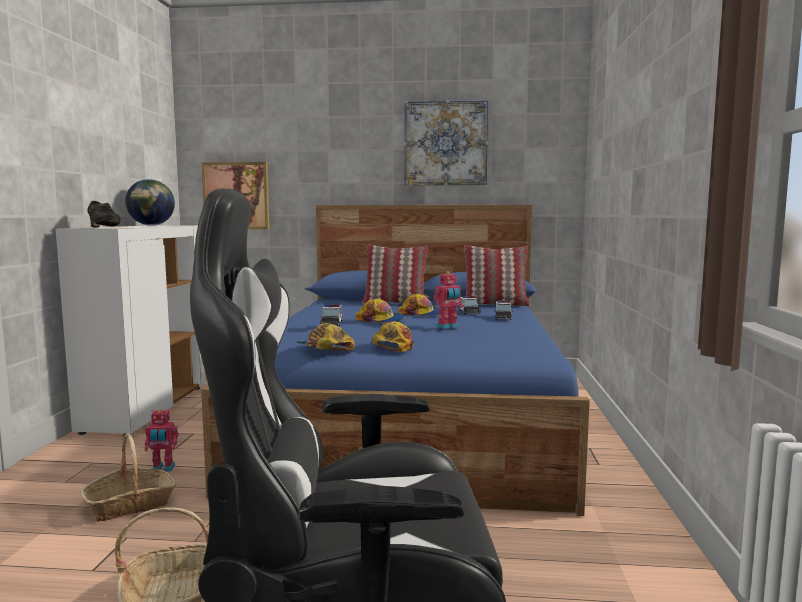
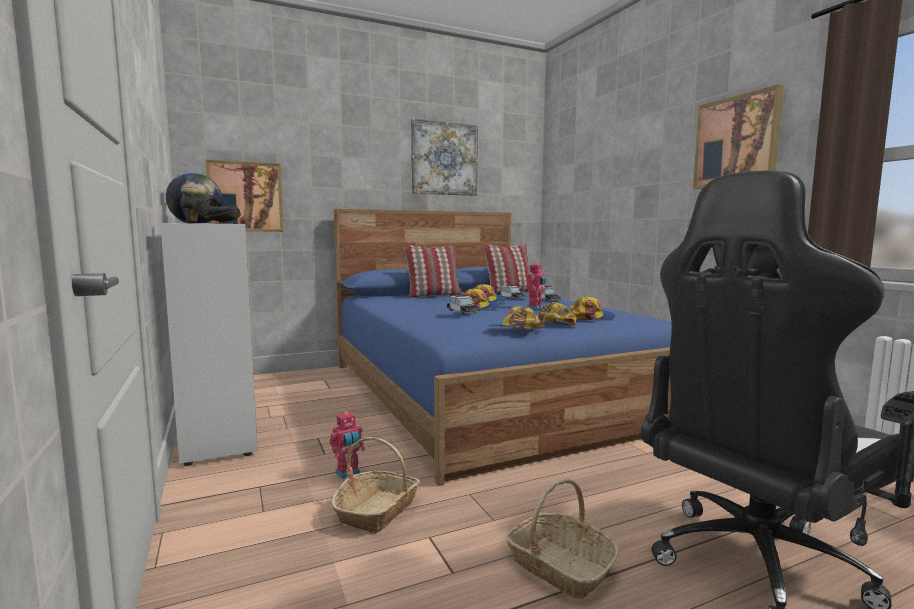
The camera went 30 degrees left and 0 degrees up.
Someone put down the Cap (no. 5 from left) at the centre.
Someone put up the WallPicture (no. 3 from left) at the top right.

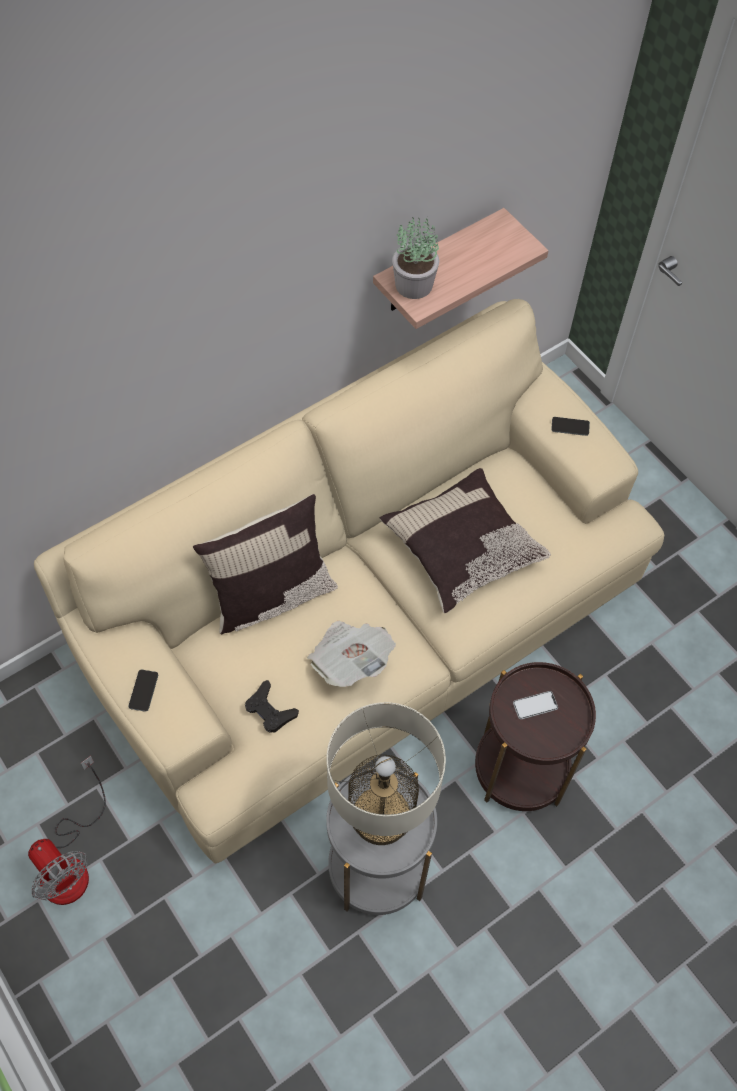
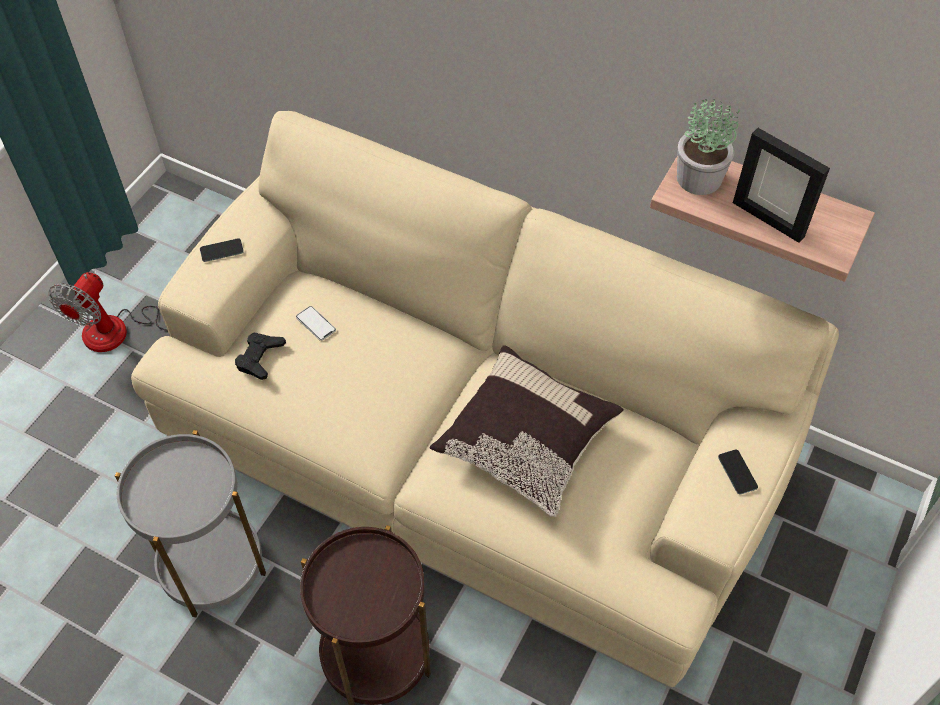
The camera went 65 degrees right and 5 degrees down.
Someone carried the Handset (no. 2 from left) from the middle right to the centre.
Someone put down the PhotoFrame at the top right.
Someone took away the ThrowPillow (no. 1 from left) at the centre.
Someone took away the Newspaper at the centre.
Someone took away the TabletopLamp at the bottom centre.

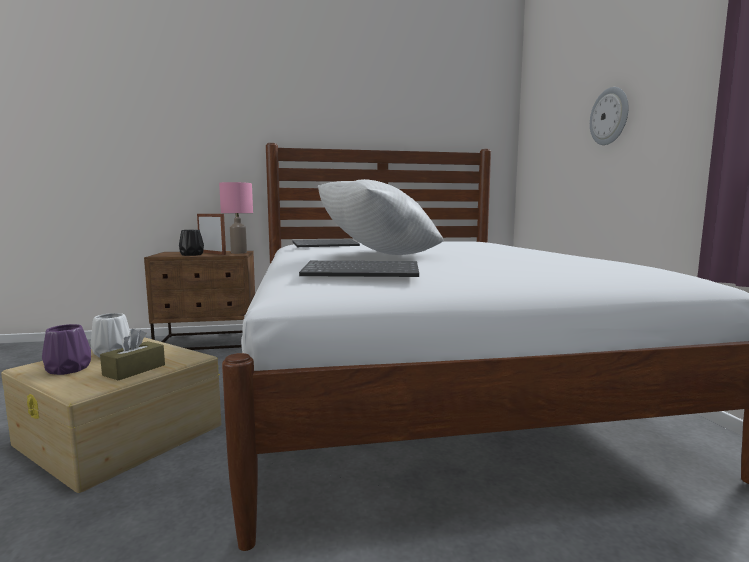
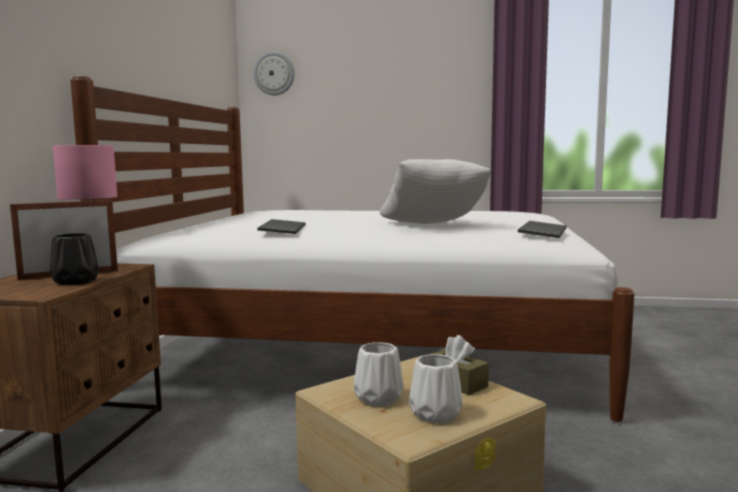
The camera went 70 degrees left and 0 degrees up.
Someone carried the WallClock from the top right to the top centre.
Someone repainted the PurpleVase at the middle left, which became the WhitishVase (no. 2 from left) at the bottom centre.

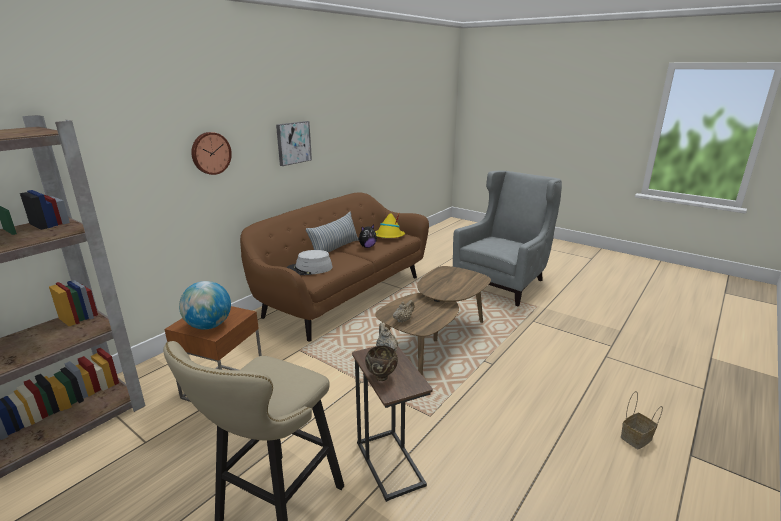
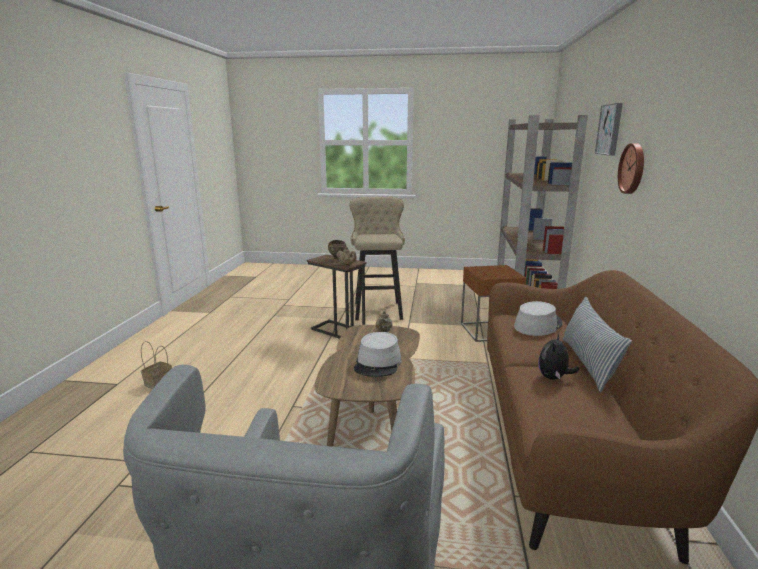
The camera went 150 degrees right and 5 degrees down.
Someone put down the GreyishClothingHat (no. 1 from left) at the centre.
Someone carried the WallPicture from the top centre to the top right.
Someone took away the Globe at the middle left.
Someone took away the YellowClothingHat at the centre.

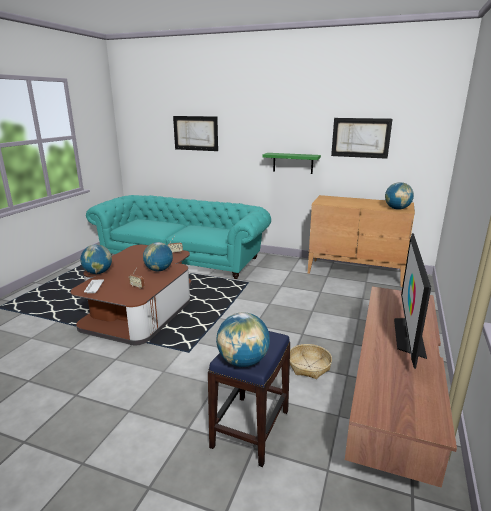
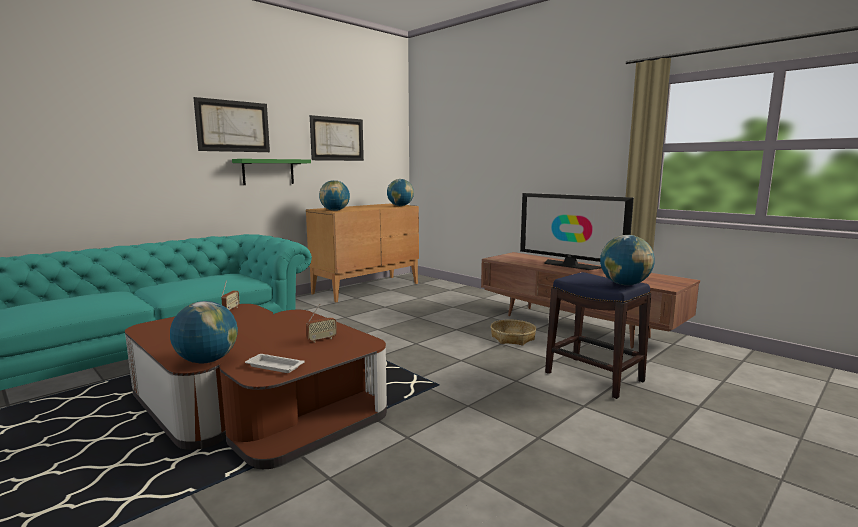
The camera went 65 degrees left and 10 degrees down.
Someone carried the WallPicture (no. 1 from left) from the top centre to the top left.
Someone carried the Globe (no. 2 from left) from the middle left to the centre.

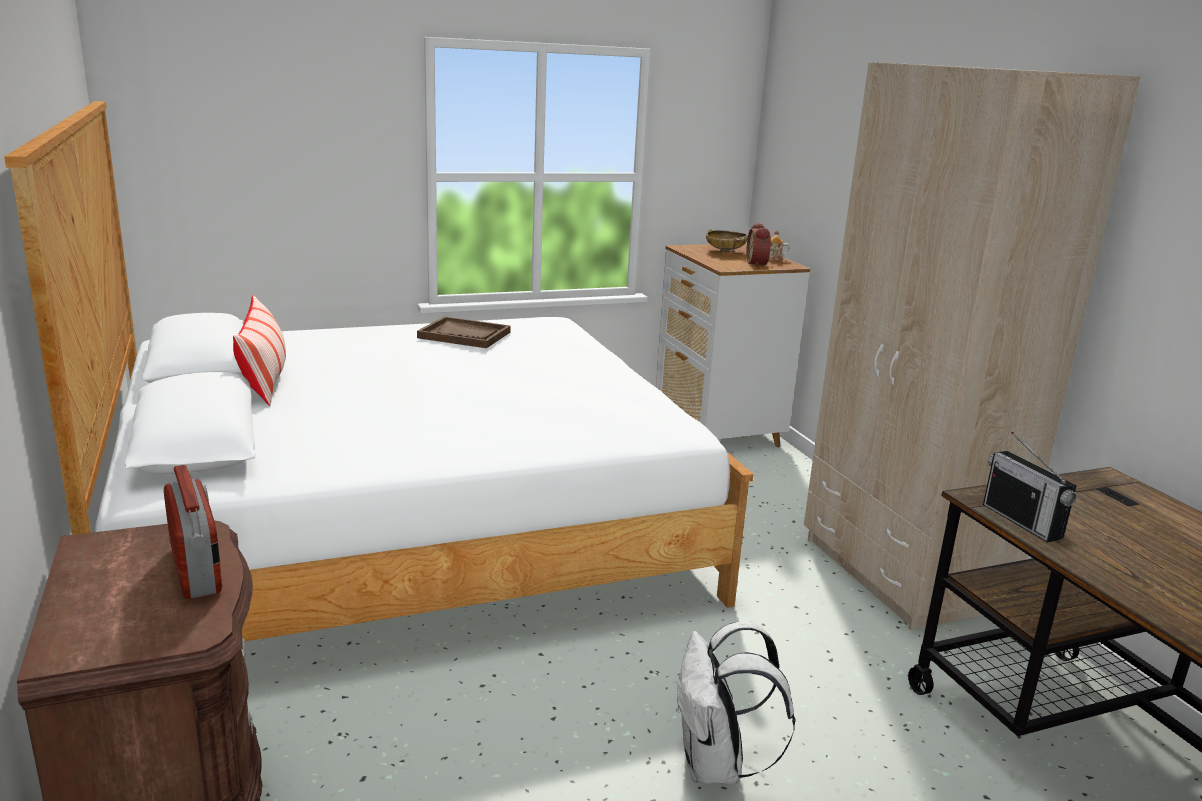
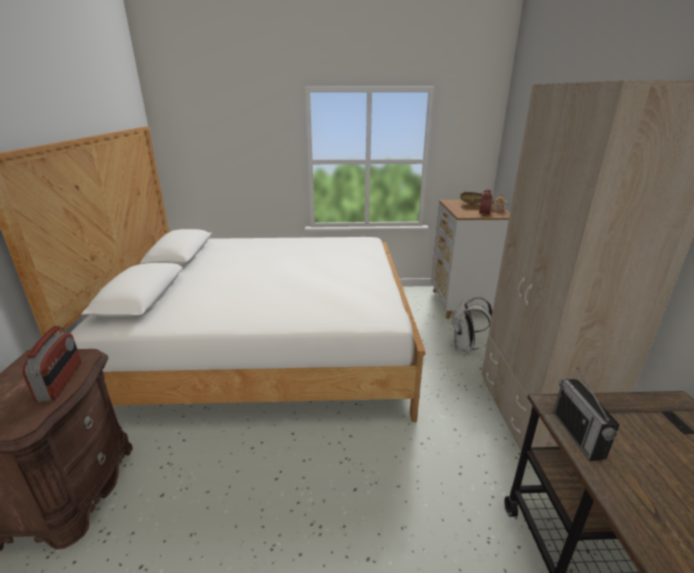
The camera went 20 degrees right and 5 degrees up.
Someone carried the WhitishKnapsack from the bottom centre to the middle right.
Someone took away the ThrowPillow at the middle left.
Someone took away the BrownServingTray at the centre.

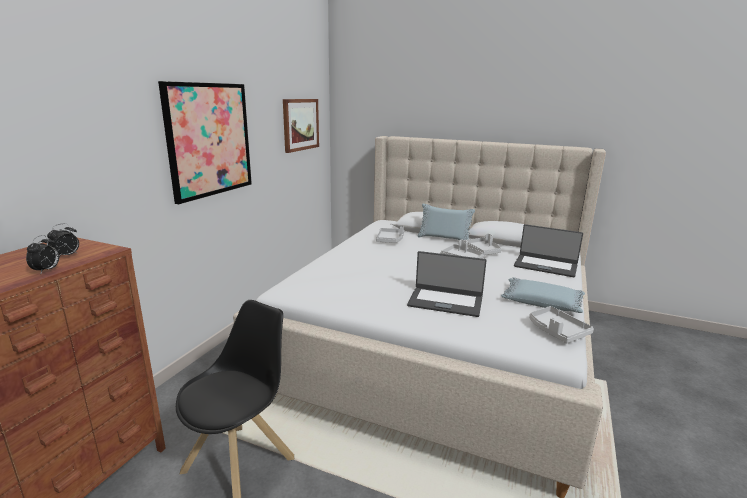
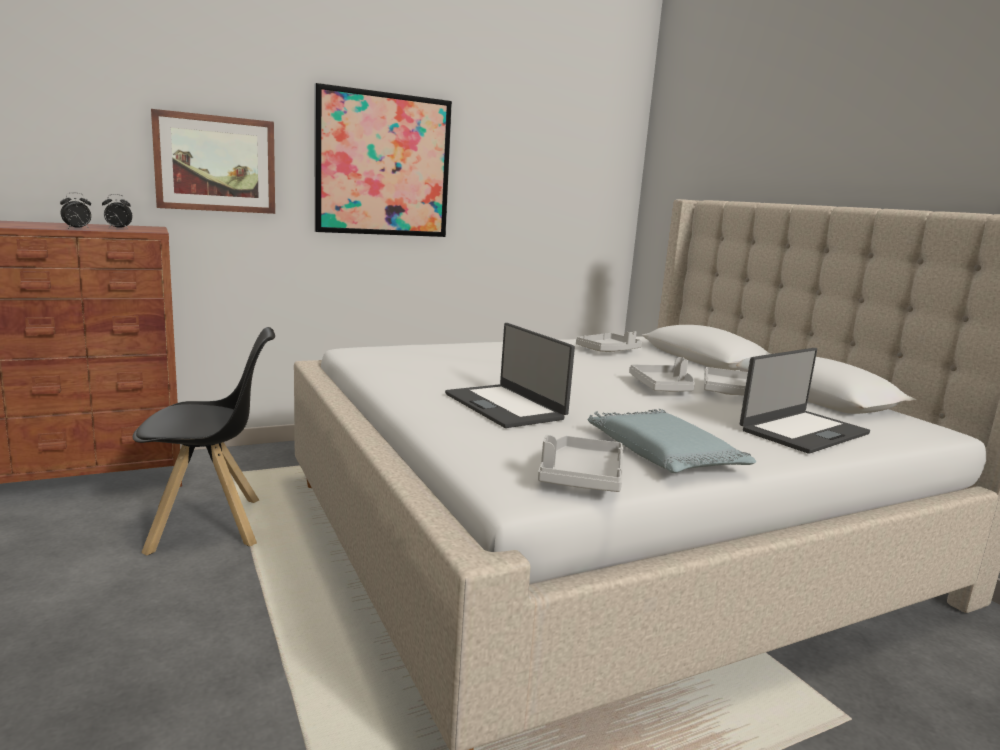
The camera went 40 degrees right and 5 degrees down.
Someone carried the WallPicture (no. 2 from left in the first image) from the top centre to the top left.
Someone rotated the Laptop (no. 2 from left) at the middle right by 105 degrees counterclockwise.
Someone took away the BlueColouredThrowPillow (no. 1 from left) at the centre.

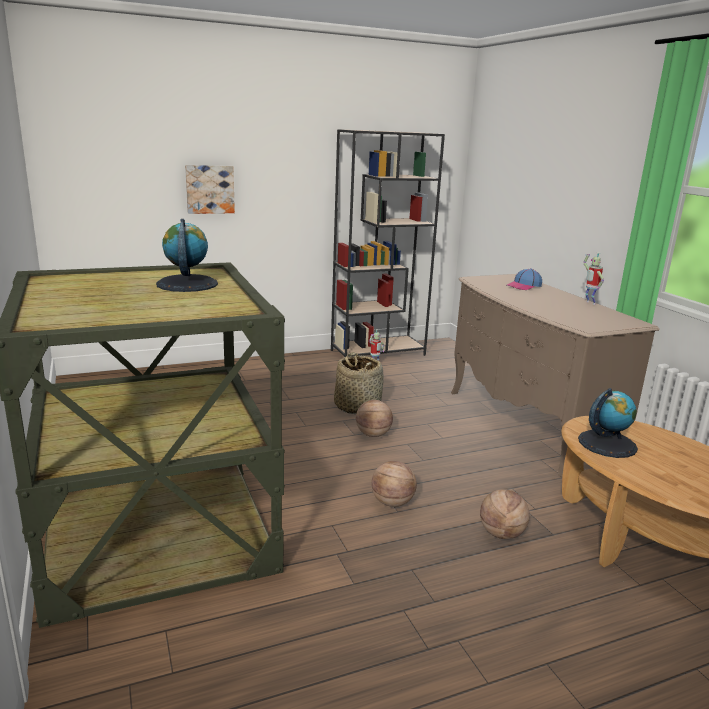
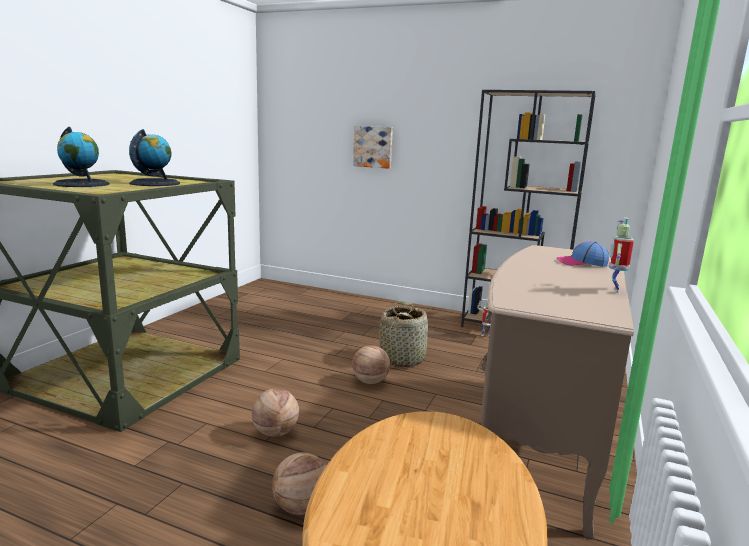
The camera went 45 degrees right and 5 degrees down.
Someone carried the Globe (no. 2 from left in the first image) from the middle right to the top left.

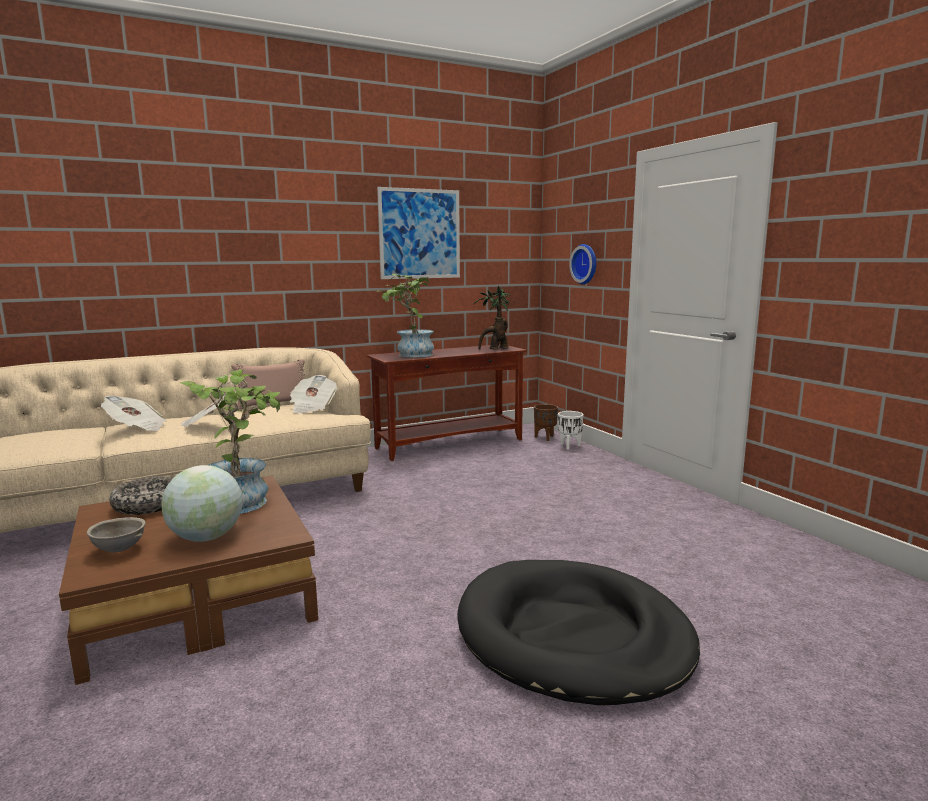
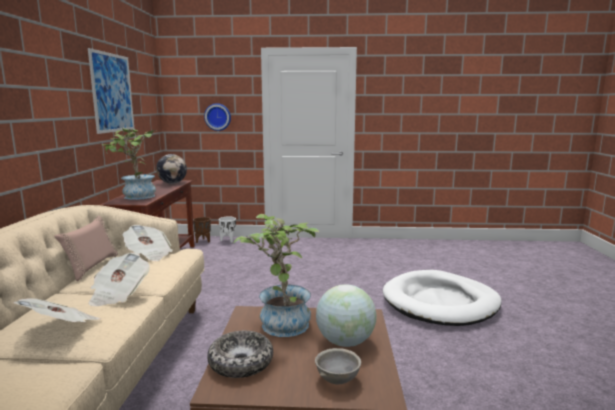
The camera went 60 degrees left and 0 degrees up.
Someone swapped the PottedPlant (no. 3 from left) at the centre for the Globe (no. 1 from left) at the middle left.
Someone repainted the BlackishDogBed at the bottom centre, which became the WhitishDogBed at the bottom right.

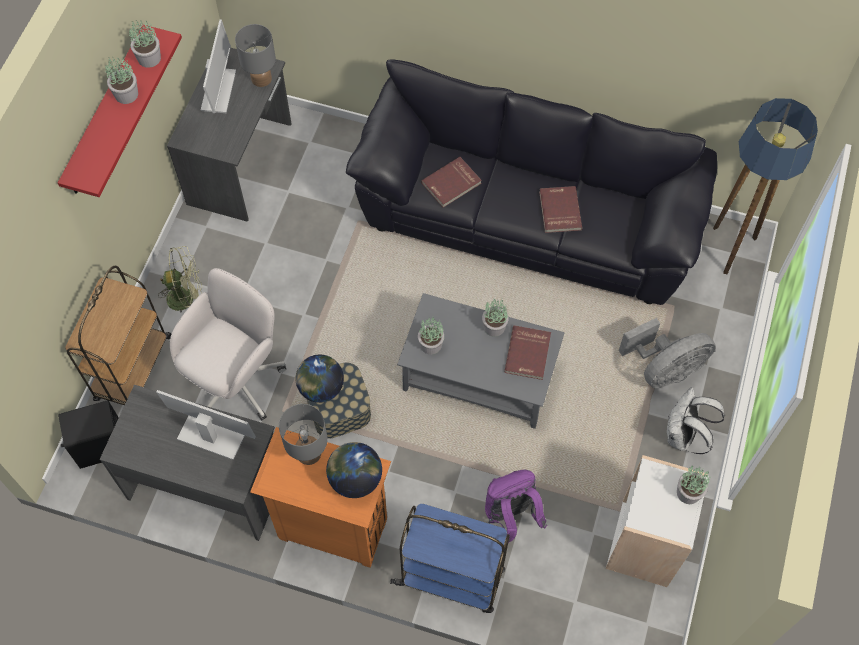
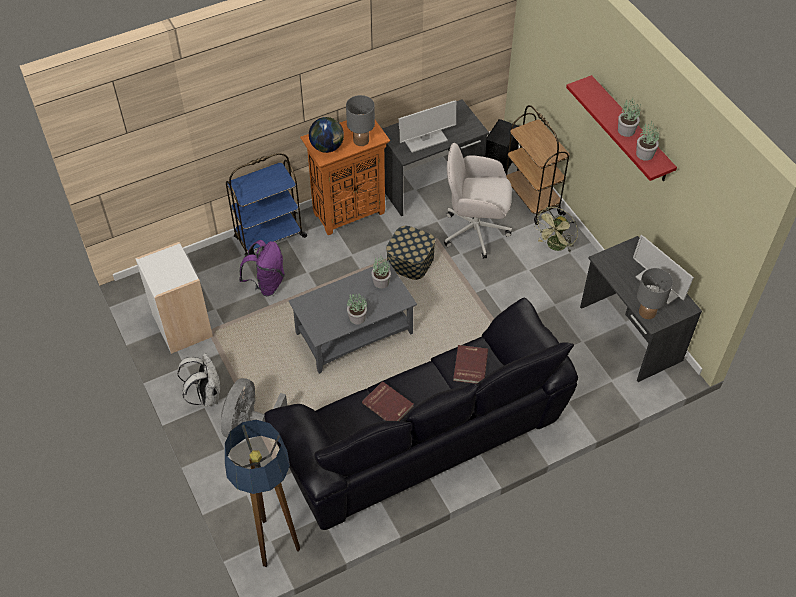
The camera went 135 degrees right and 10 degrees down.
Someone rotated the WhitishDeskChair at the middle left by 105 degrees clockwise.
Someone took away the Globe (no. 1 from left) at the centre.
Someone took away the ReddishBoundBook (no. 2 from left) at the centre.
Someone took away the PottedPlant (no. 5 from left) at the bottom right.

